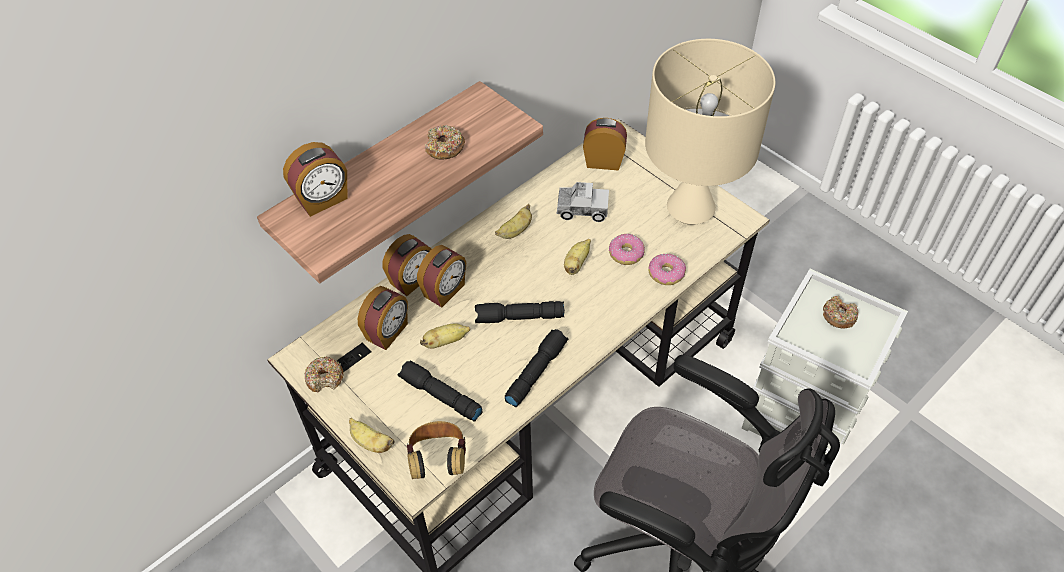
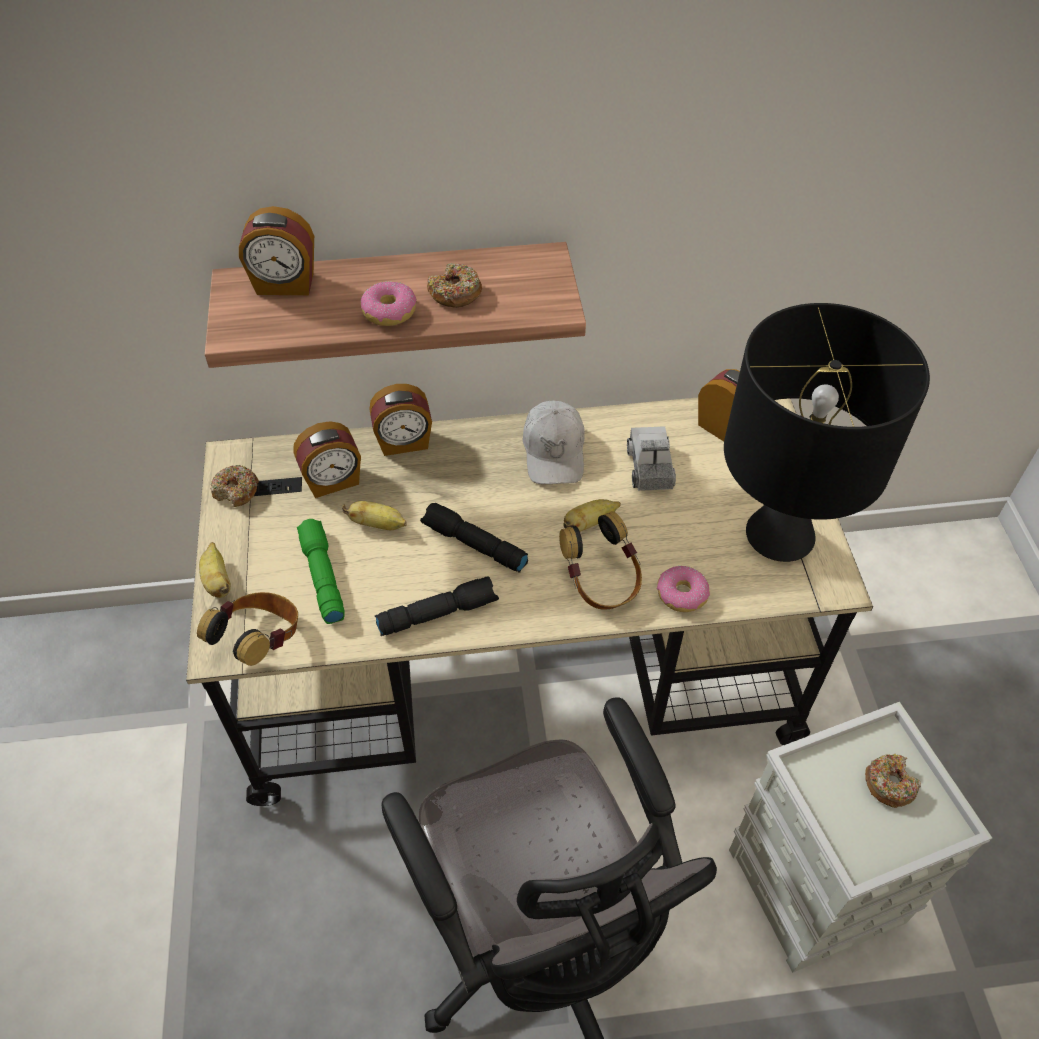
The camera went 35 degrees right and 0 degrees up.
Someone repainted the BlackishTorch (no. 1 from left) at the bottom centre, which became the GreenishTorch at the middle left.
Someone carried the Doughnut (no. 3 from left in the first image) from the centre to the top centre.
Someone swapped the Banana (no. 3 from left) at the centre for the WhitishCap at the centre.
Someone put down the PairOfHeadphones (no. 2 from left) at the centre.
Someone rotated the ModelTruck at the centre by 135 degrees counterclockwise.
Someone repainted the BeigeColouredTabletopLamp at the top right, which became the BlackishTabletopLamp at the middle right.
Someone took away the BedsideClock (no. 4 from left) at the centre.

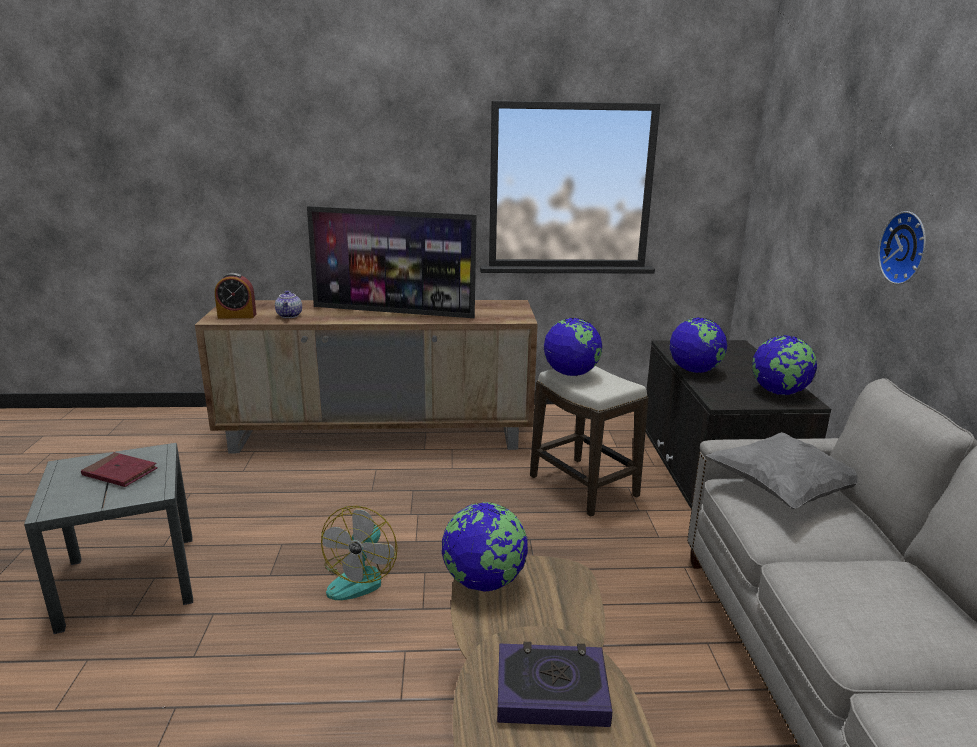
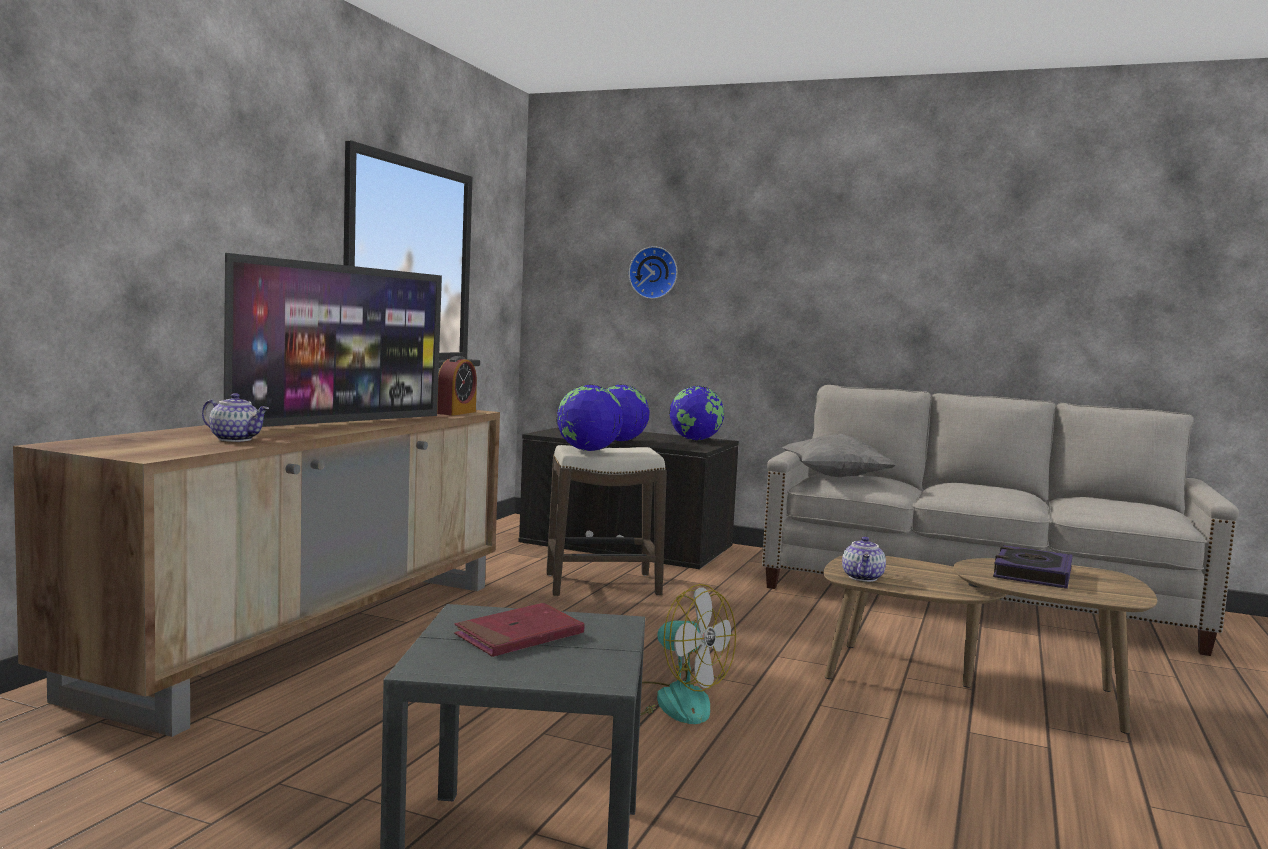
The camera went 65 degrees left and 15 degrees down.
Someone carried the BedsideClock from the middle left to the centre.
Someone carried the WallClock from the top right to the top centre.
Someone swapped the Globe (no. 1 from left) at the bottom centre for the Teapot (no. 2 from left) at the middle right.

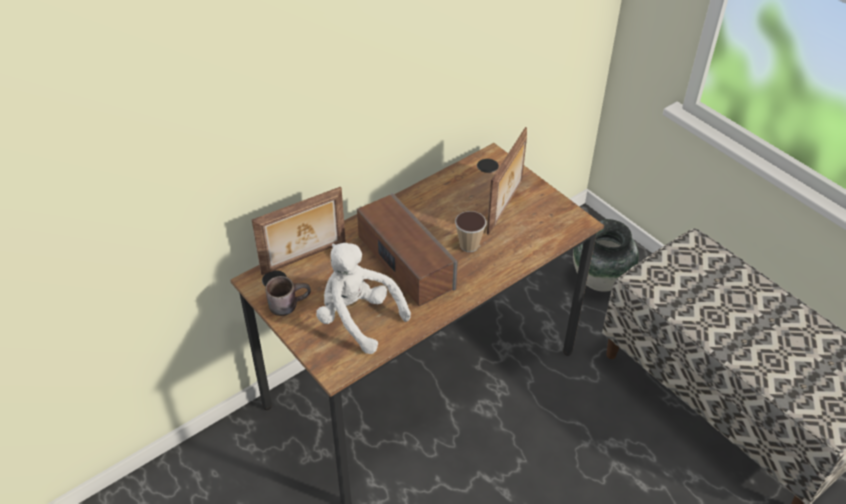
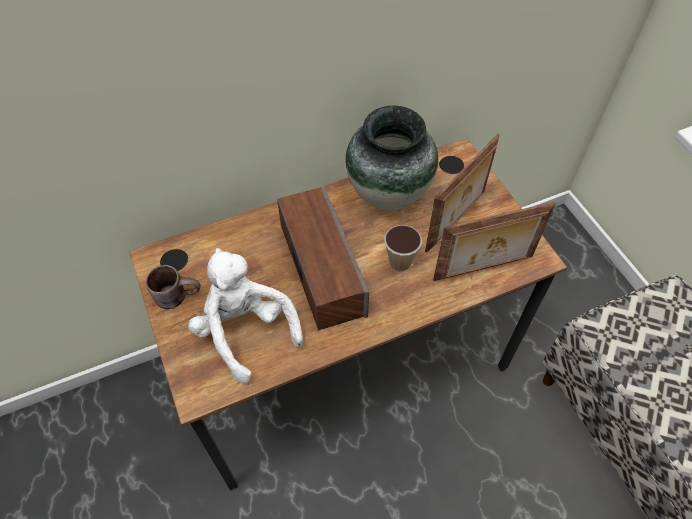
The camera went 15 degrees right and 10 degrees up.
Someone carried the Vase from the middle right to the top centre.
Someone carried the PhotoFrame (no. 1 from left in the first image) from the centre to the middle right.

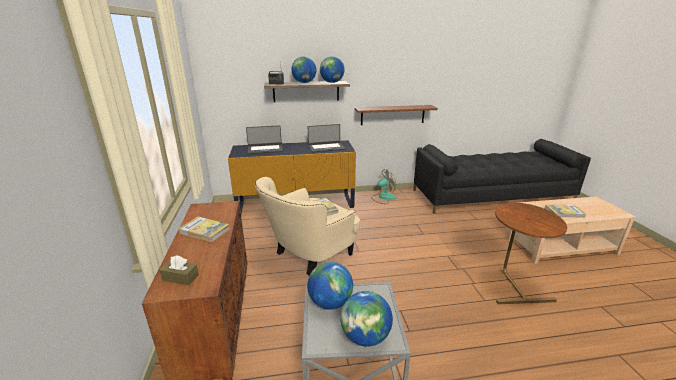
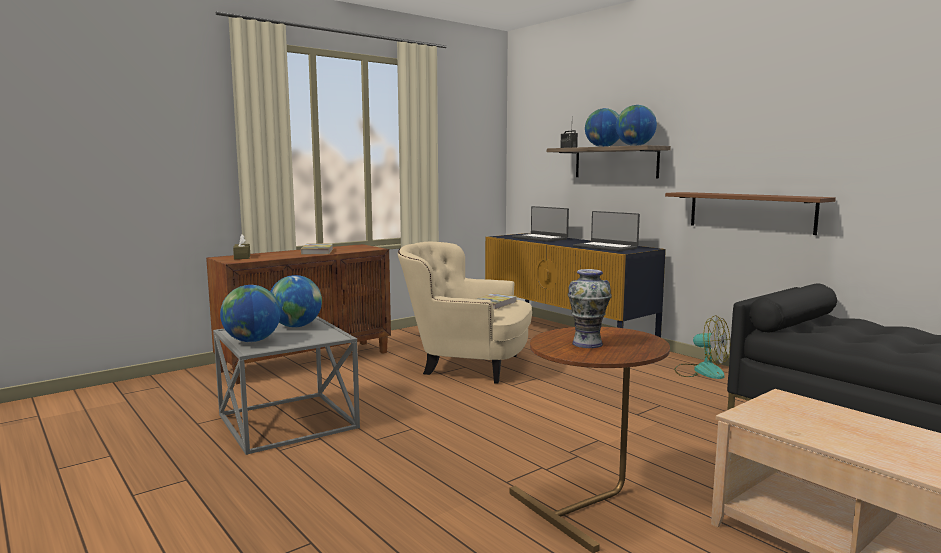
The camera went 60 degrees right and 15 degrees down.
Someone put down the Vase at the centre.
Someone took away the BoundBook (no. 3 from left) at the middle right.

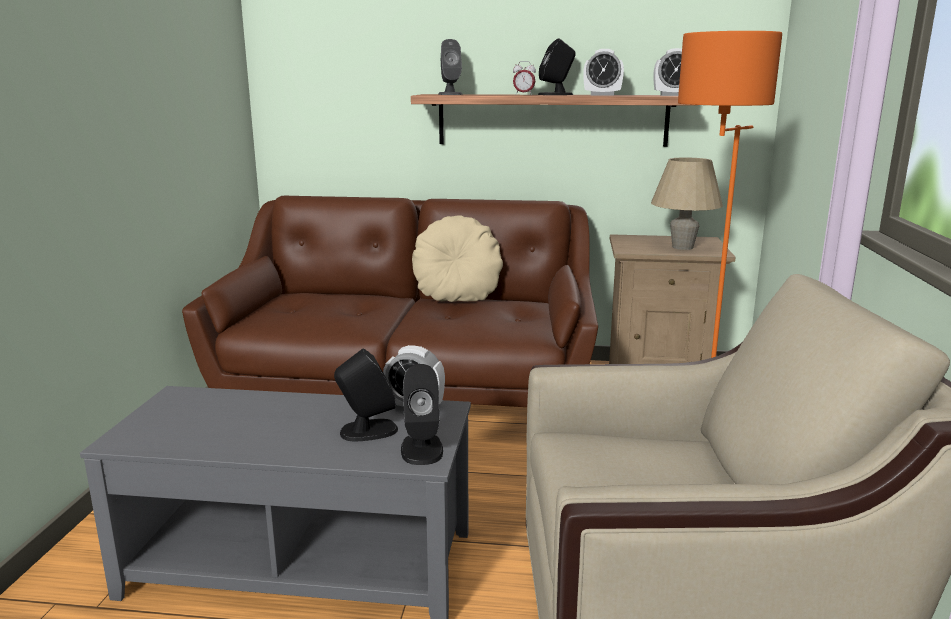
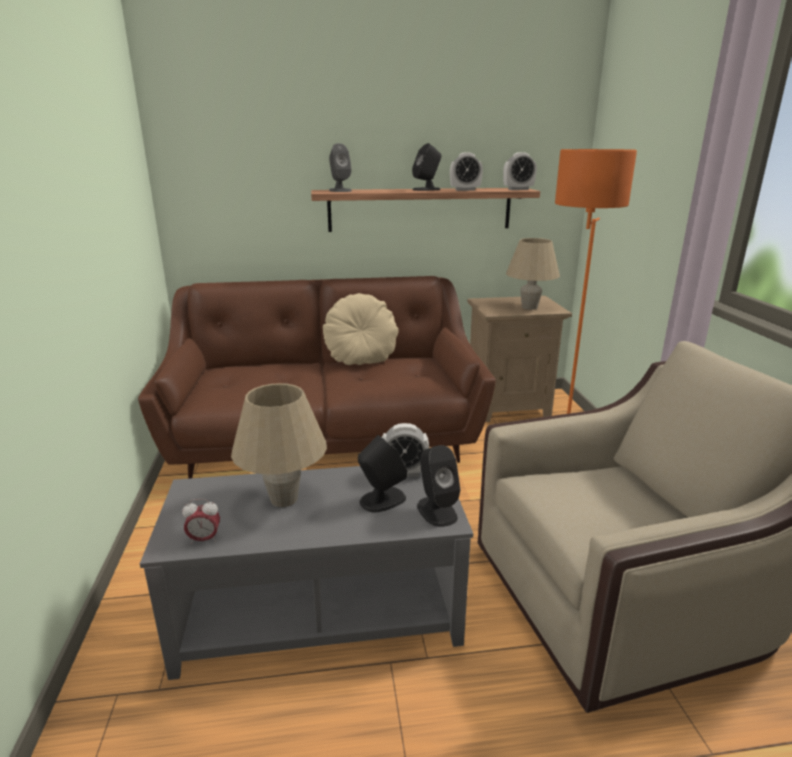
The camera went 15 degrees left and 5 degrees up.
Someone carried the BedsideClock (no. 2 from left in the first image) from the top centre to the bottom left.
Someone put down the BeigeColouredTabletopLamp (no. 1 from left) at the centre.

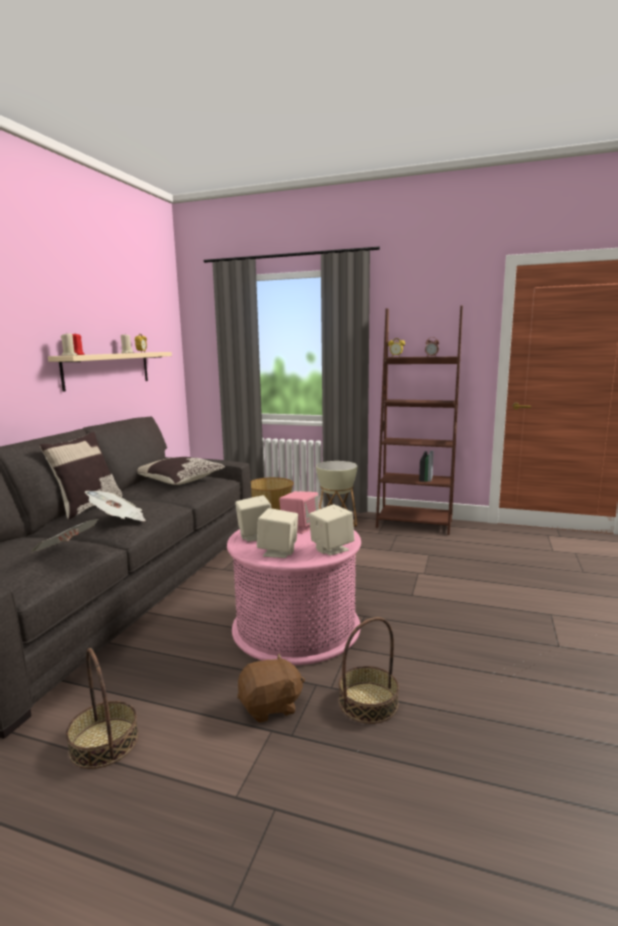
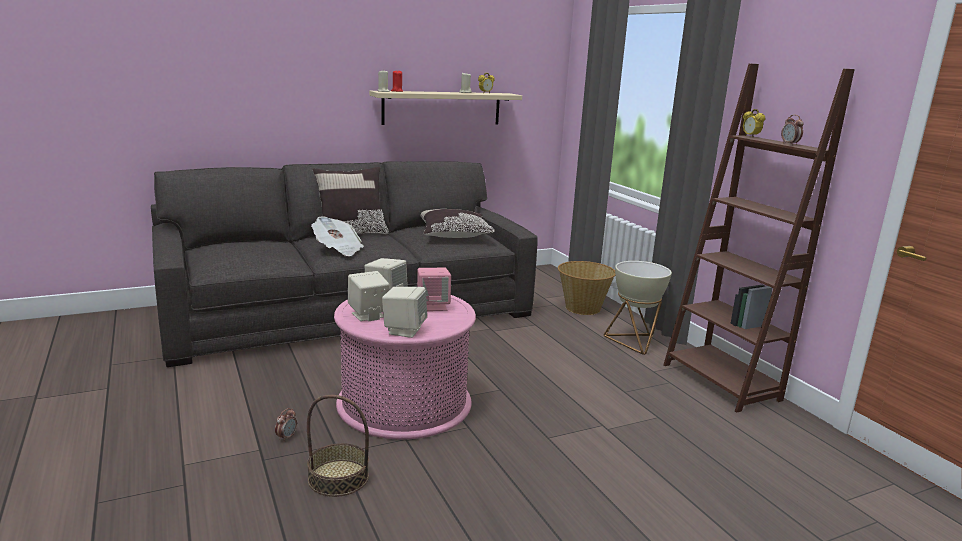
The camera went 45 degrees right and 5 degrees up.
Someone swapped the BrownSoftToy at the bottom centre for the BedsideClock (no. 1 from left) at the bottom left.
Someone took away the Newspaper (no. 1 from left) at the middle left.
Someone took away the HouseholdBasket (no. 1 from left) at the bottom left.

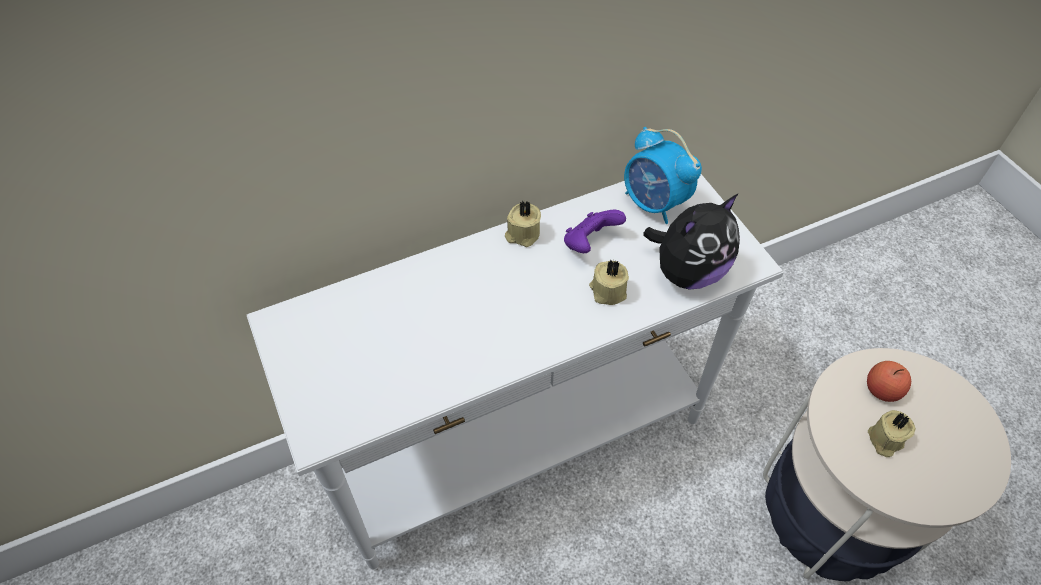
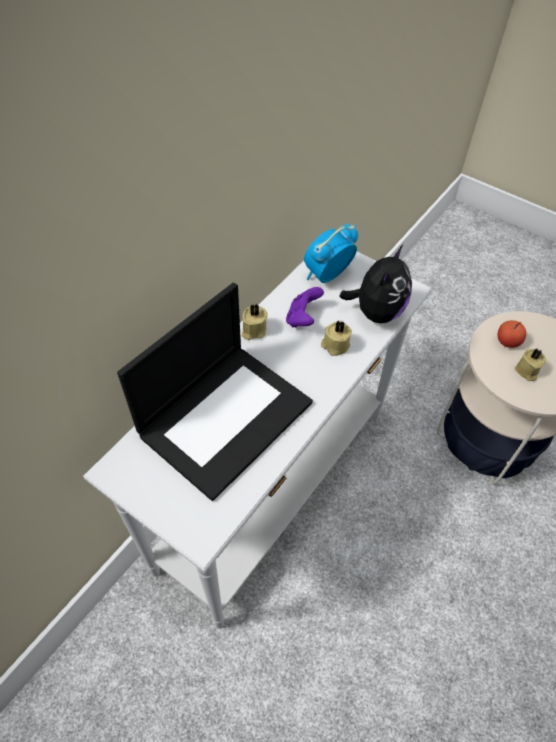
The camera went 30 degrees left and 0 degrees up.
Someone put down the Laptop at the centre.
Someone rotated the BedsideClock at the top centre by 120 degrees clockwise.

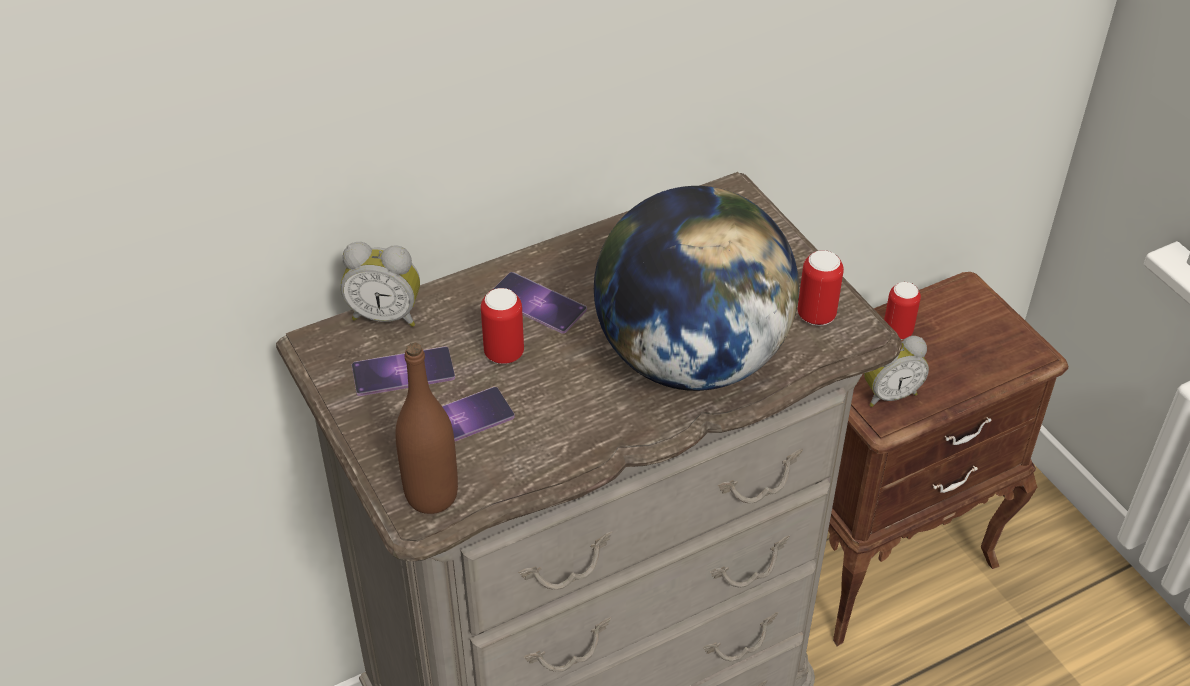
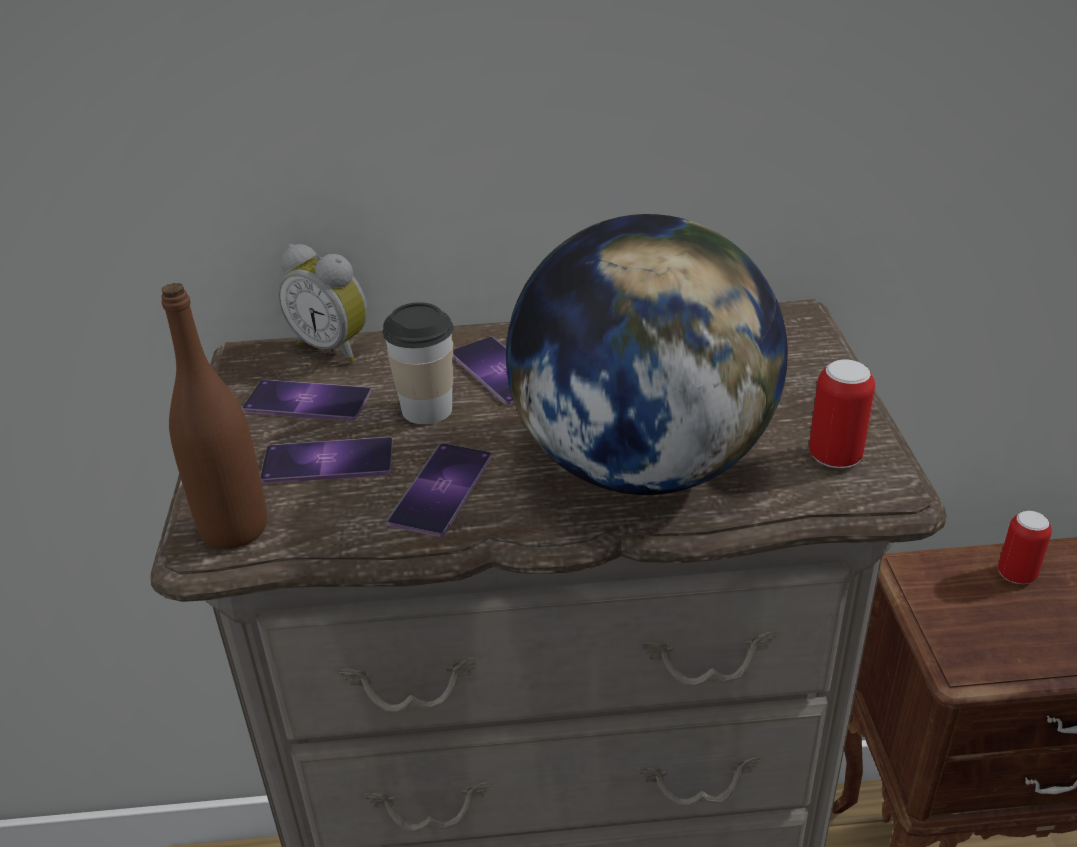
The camera went 25 degrees right and 10 degrees down.
Someone swapped the MetalCan (no. 1 from left) at the centre for the Cup at the centre.
Someone put down the Handset (no. 3 from left) at the centre.
Someone took away the BedsideClock (no. 2 from left) at the middle right.

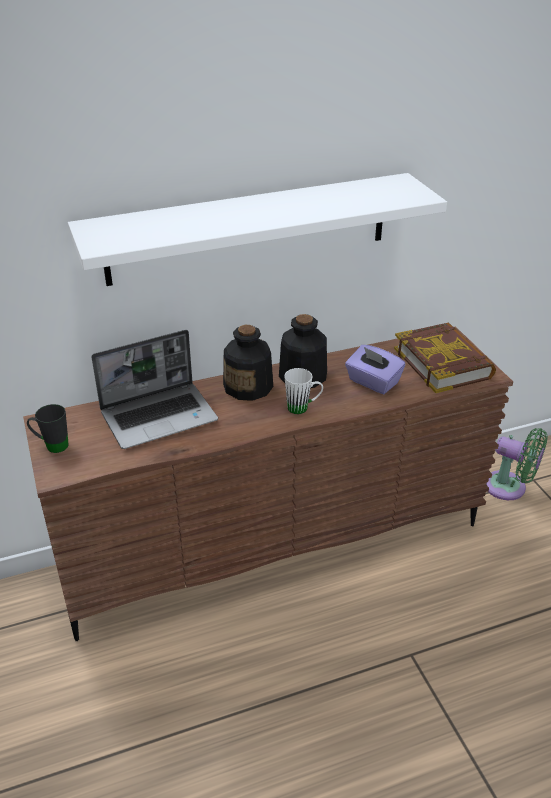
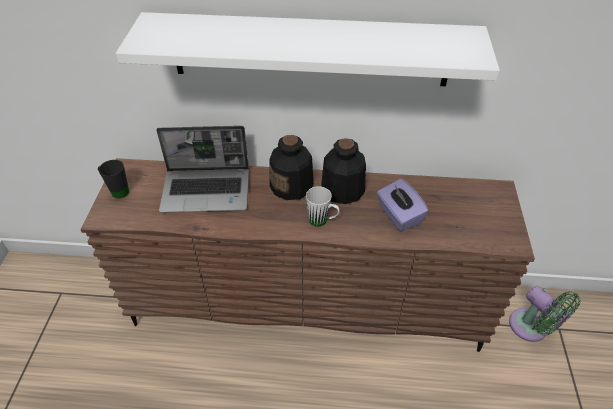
The camera went 25 degrees right and 10 degrees up.
Someone took away the BoundBook at the middle right.

